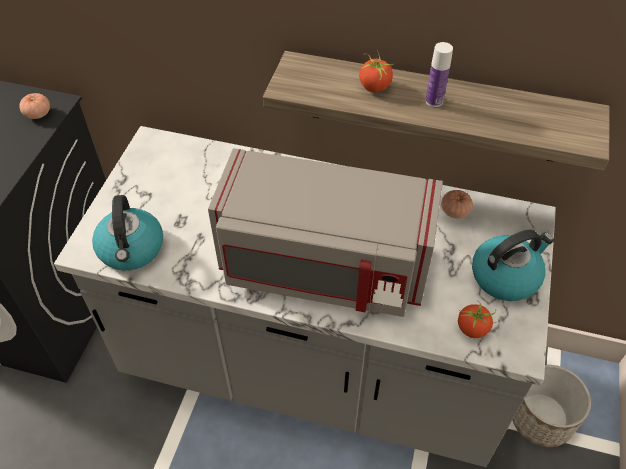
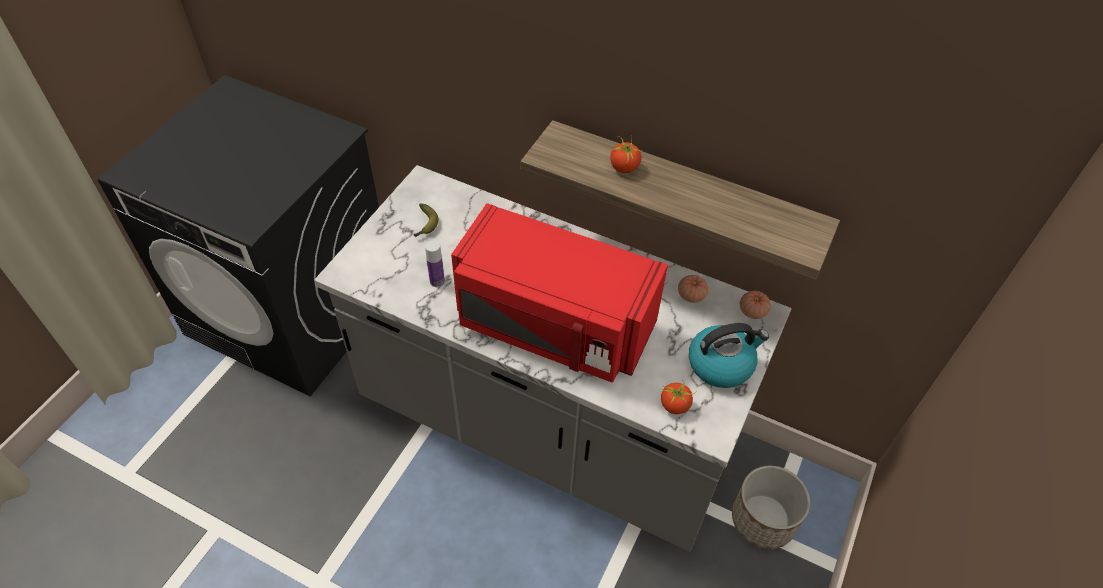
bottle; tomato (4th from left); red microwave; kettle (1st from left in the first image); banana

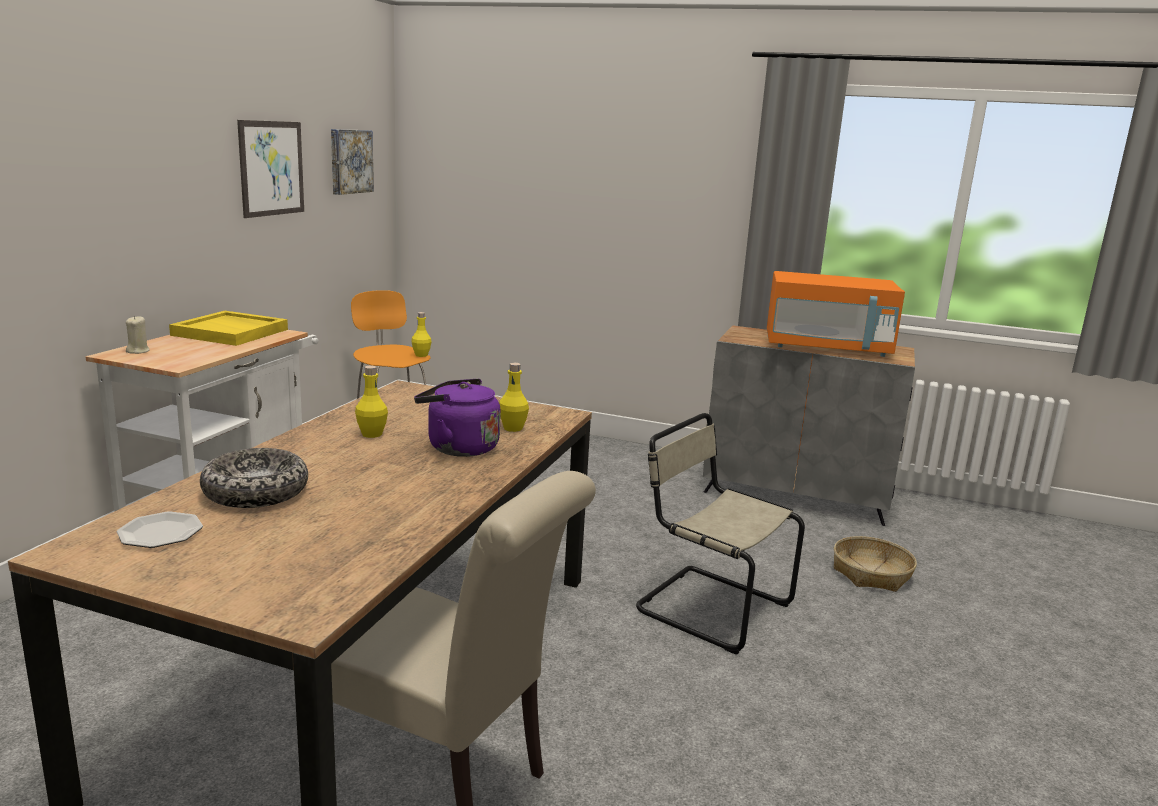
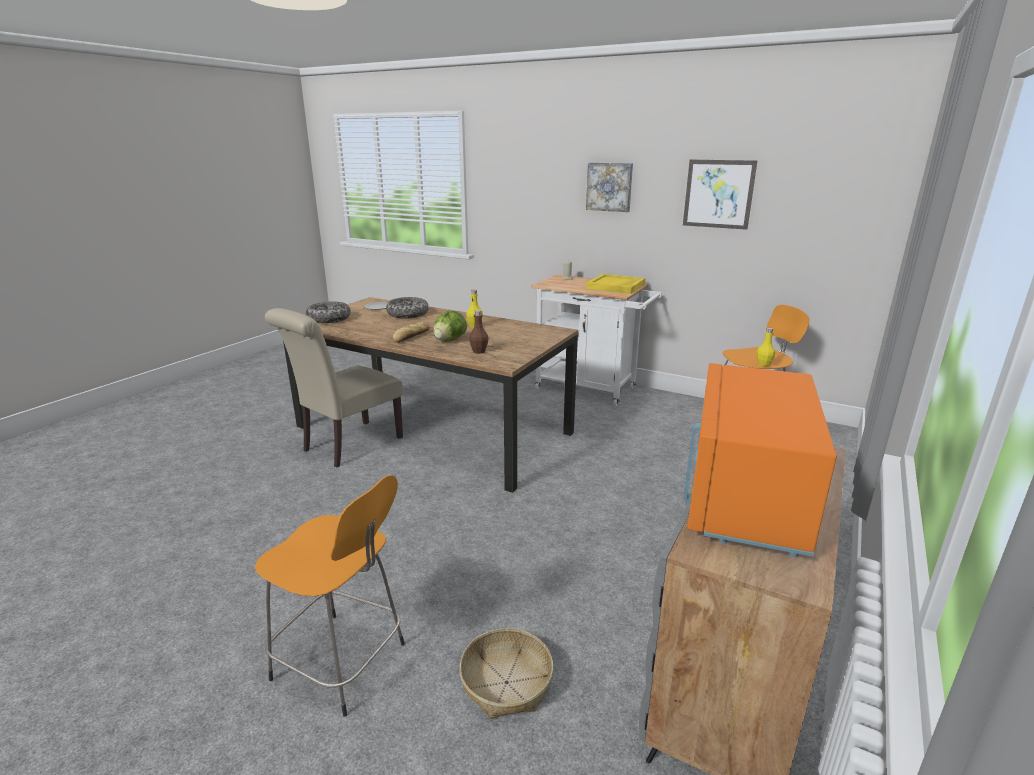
picture (1st from left); brown bottle; lettuce; beige chair (2nd from left in the first image); bowl (1st from left); bread; orange stool (1st from left)

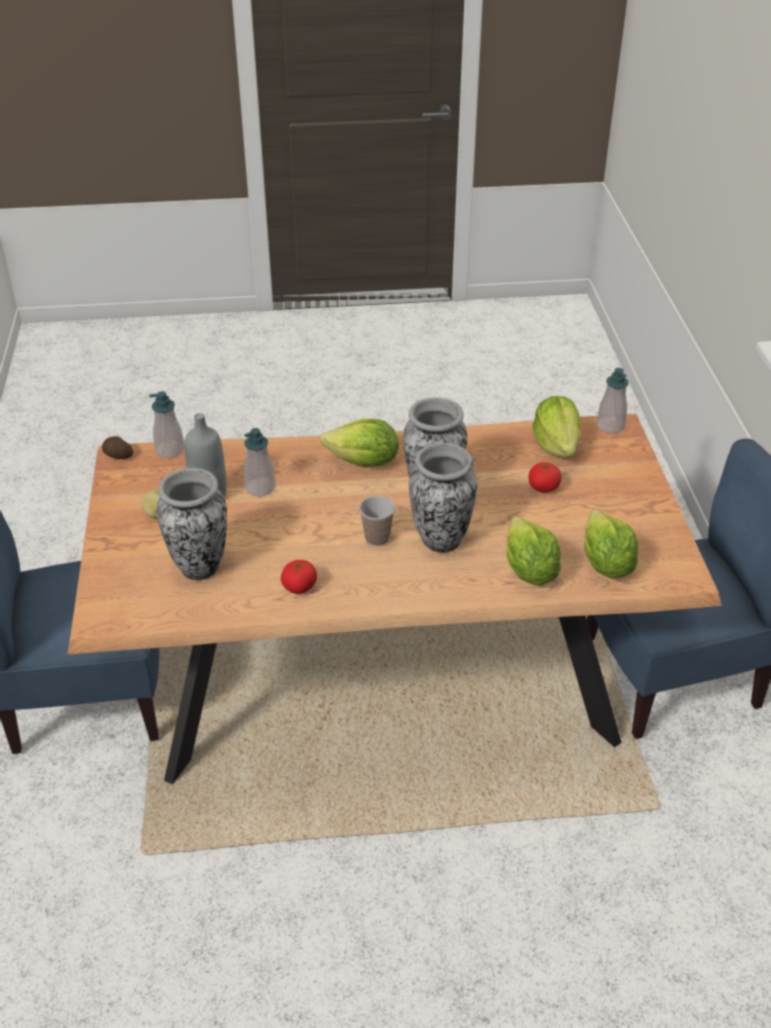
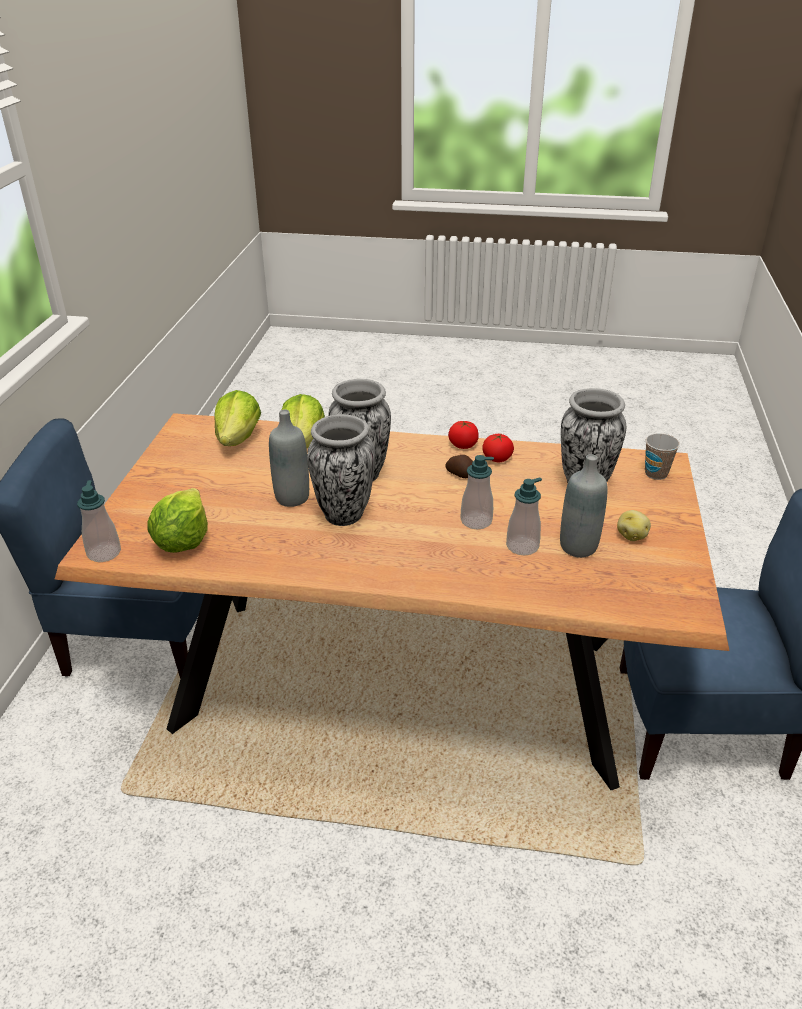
soap dispenser (2nd from left); lettuce (1st from left in the first image); potato (1st from left); tomato (1st from left); cup; grey bottle (1st from left)

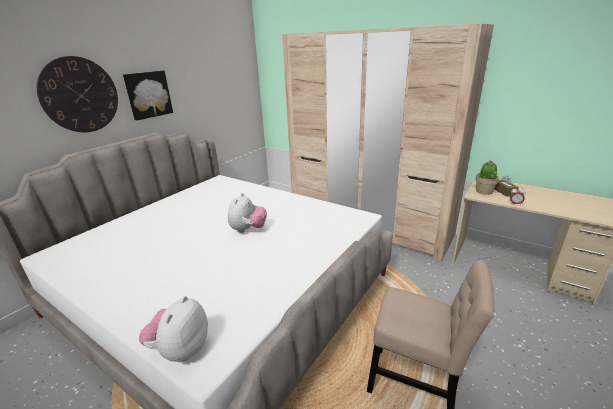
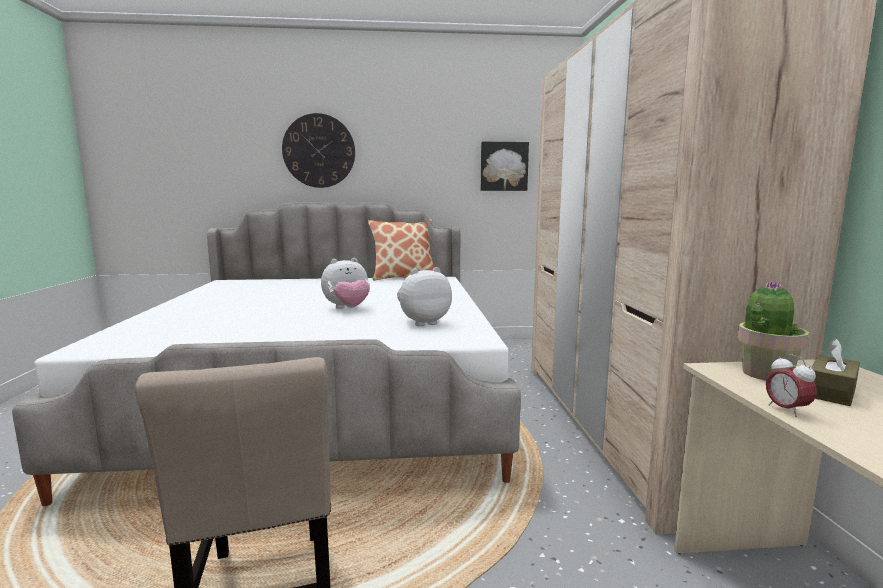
picture; plush toy (2nd from left); pillow

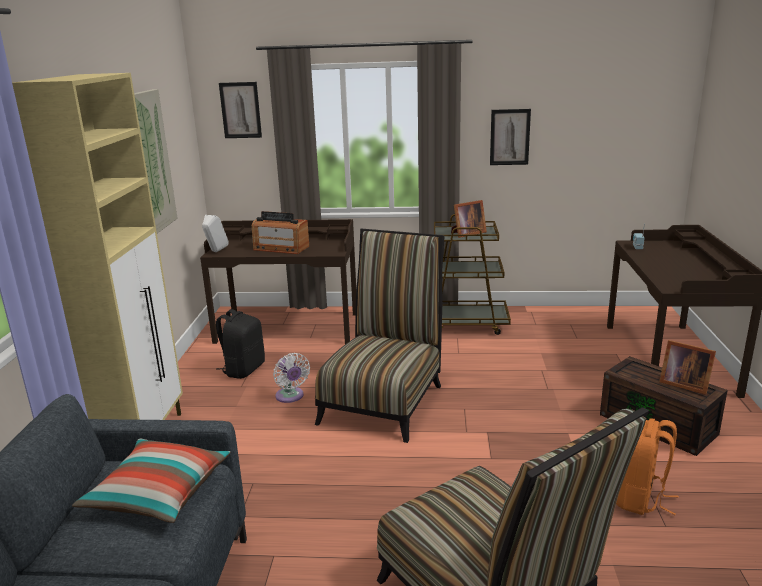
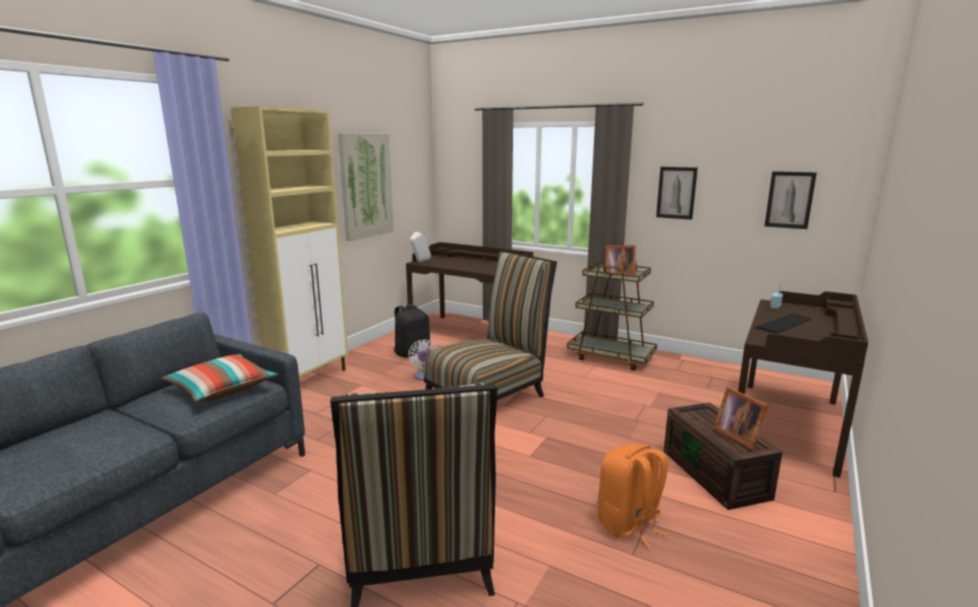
picture (3rd from left); radio (1st from left in the first image); keyboard

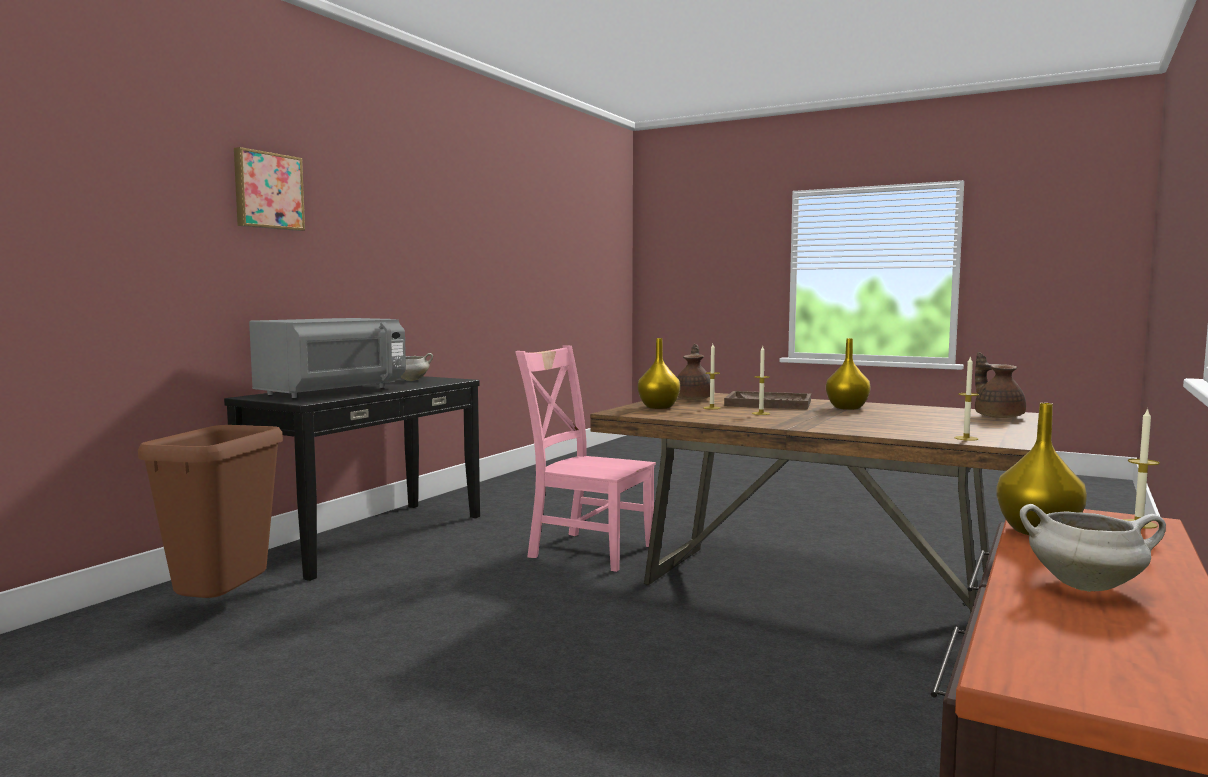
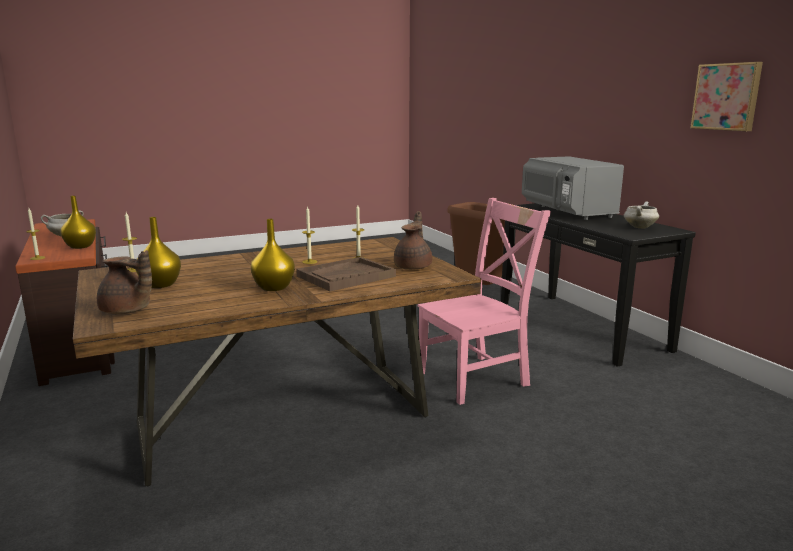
picture; yellow vase (2nd from left); brown teapot (2nd from left)

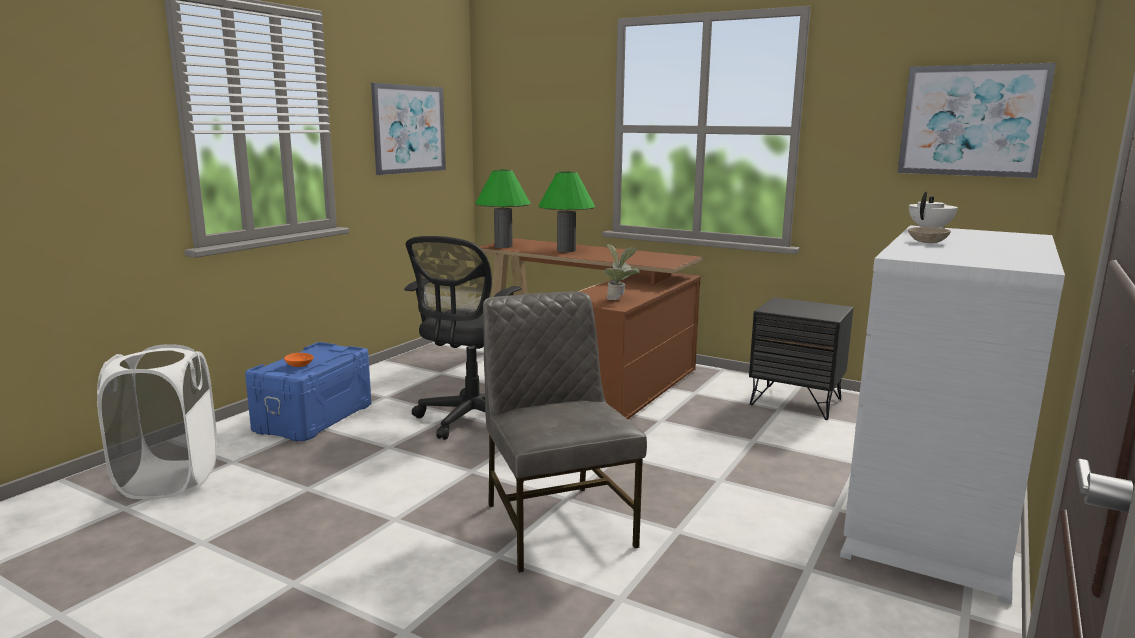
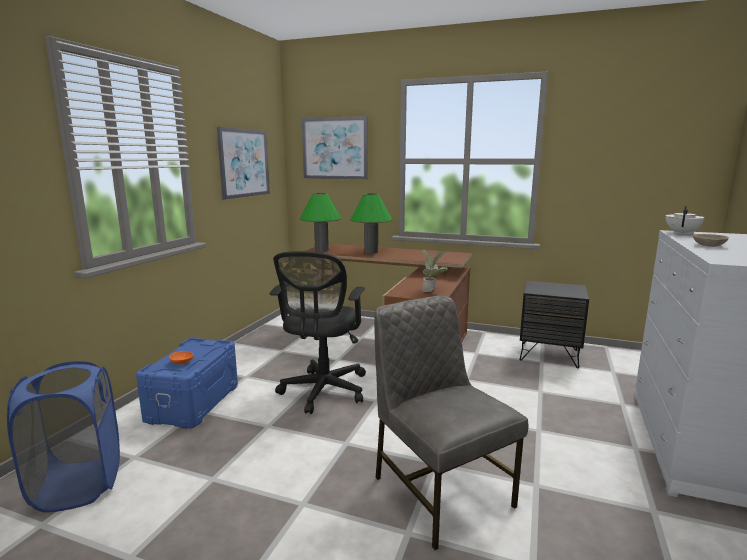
picture (2nd from left); blue laundry basket

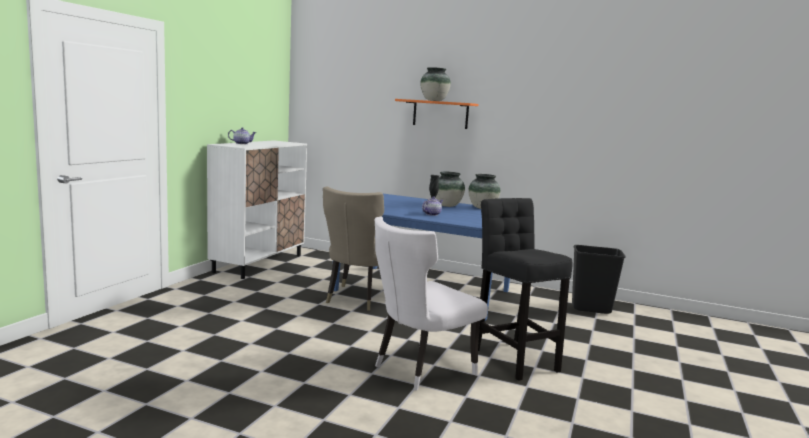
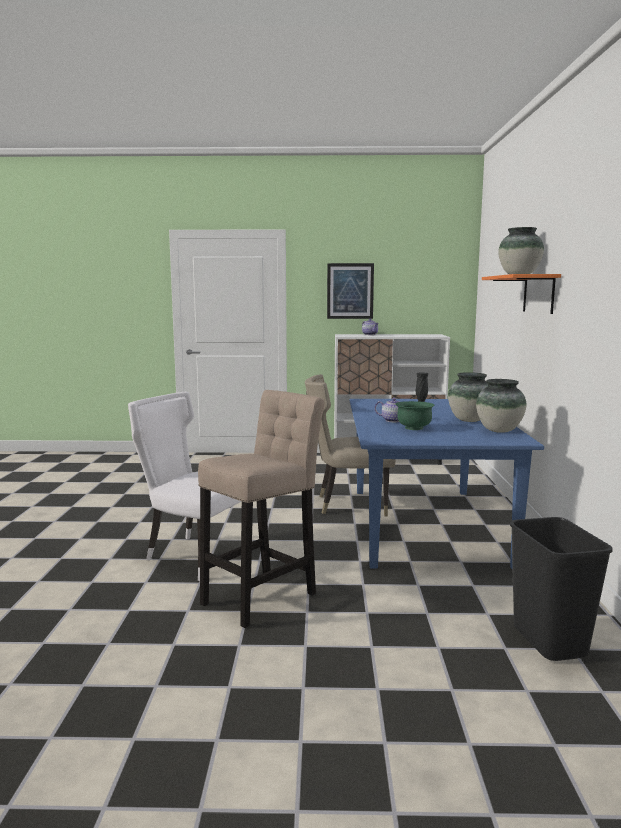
beige stool; picture; green bowl

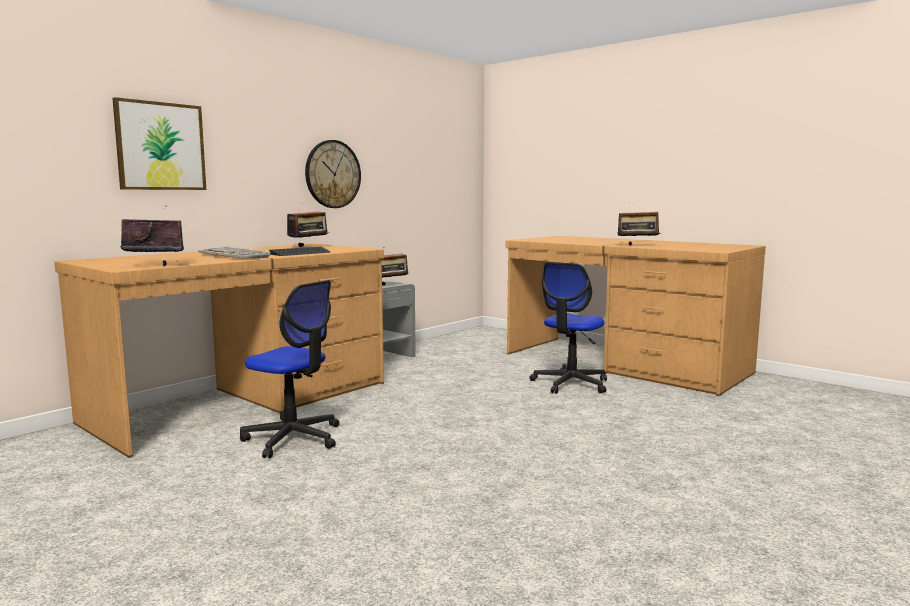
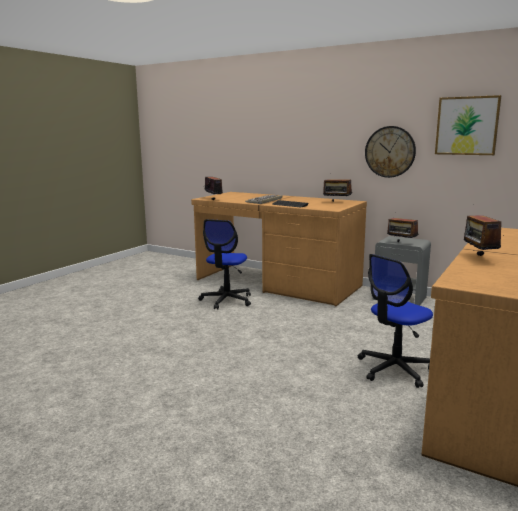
picture; office chair (2nd from left)

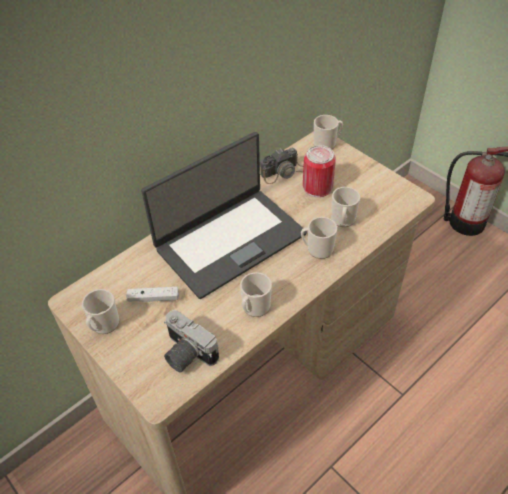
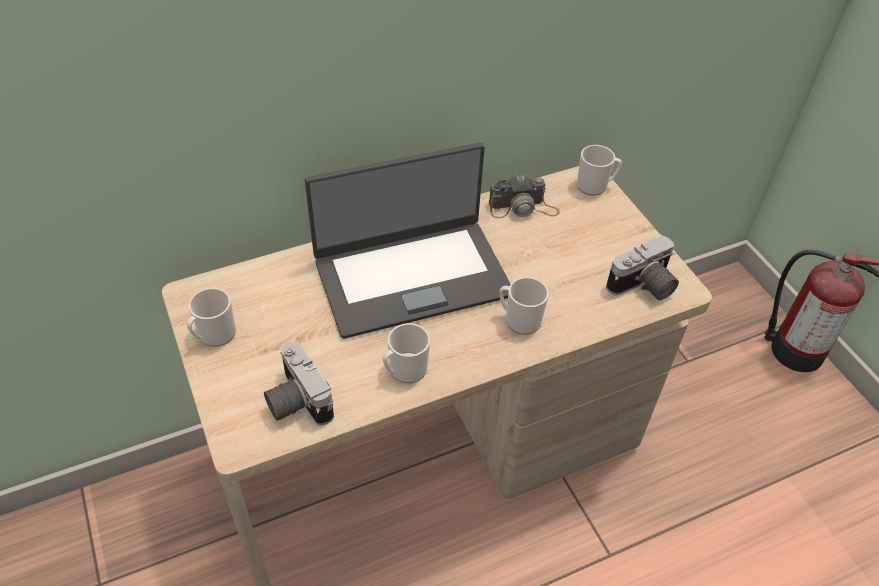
can; mug (5th from left in the first image); white game controller; photo camera (3rd from left)

